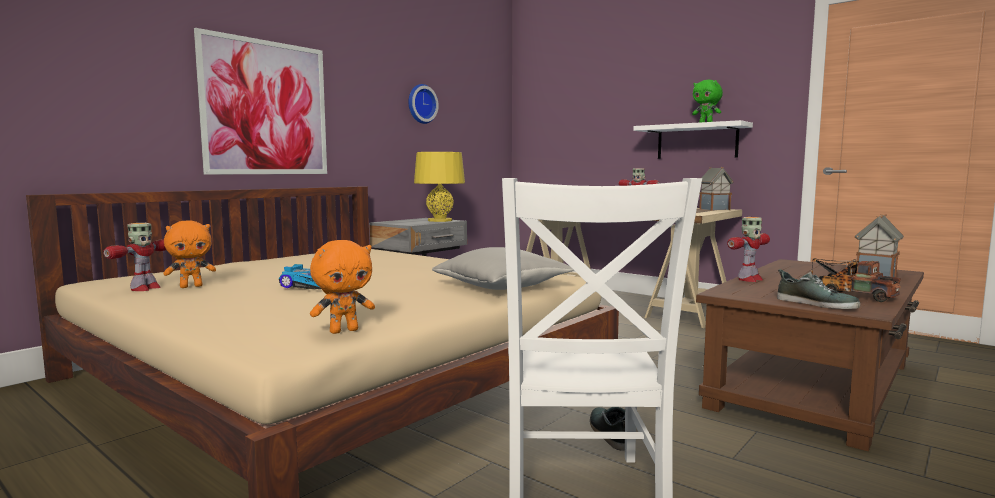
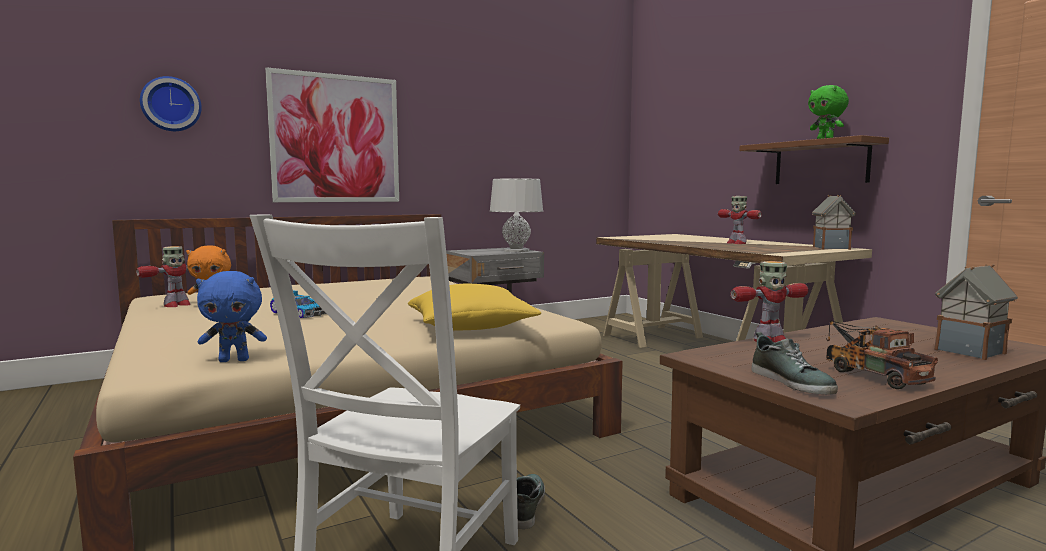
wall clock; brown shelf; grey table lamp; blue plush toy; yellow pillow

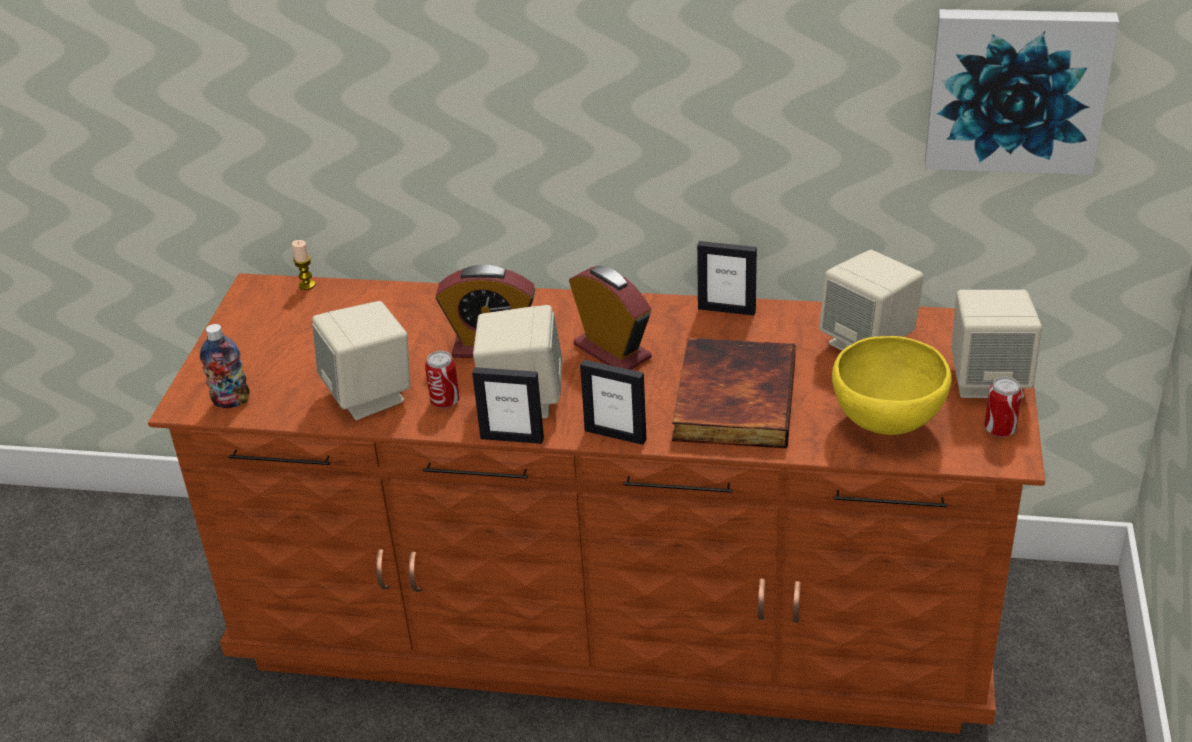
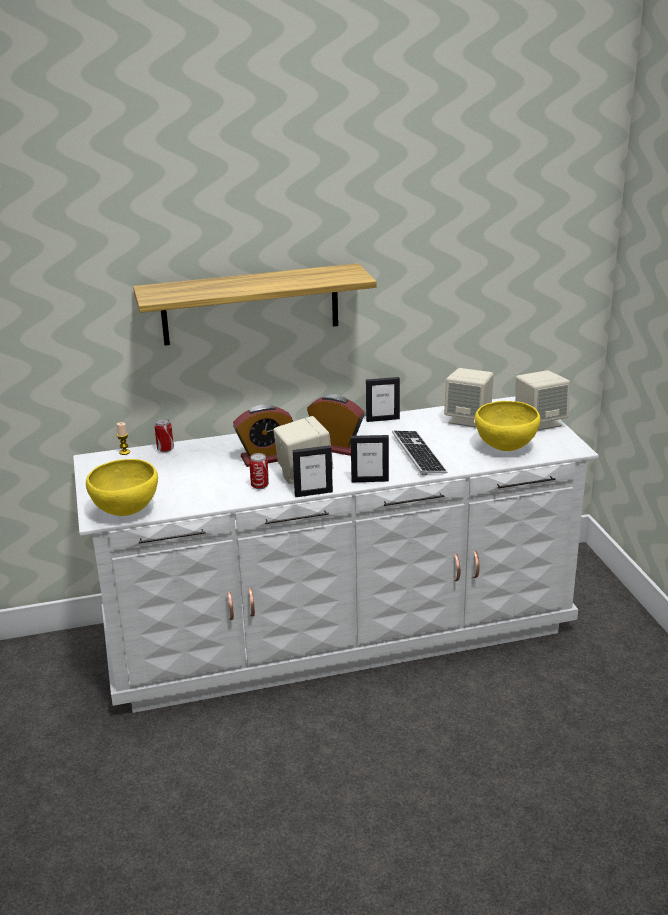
picture; white dresser; beige speaker (1st from left in the first image); yellow bowl (1st from left); keyboard; can (1st from left); shelf

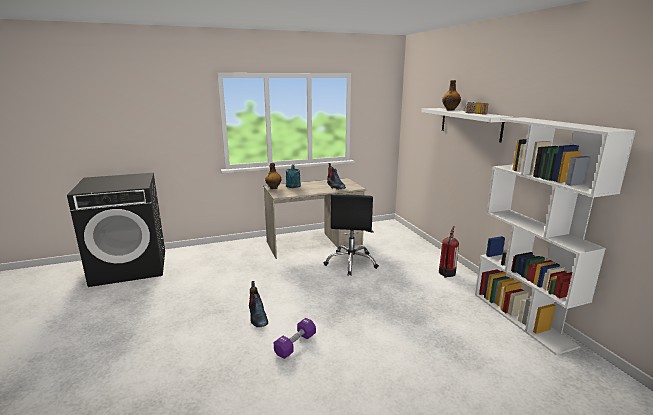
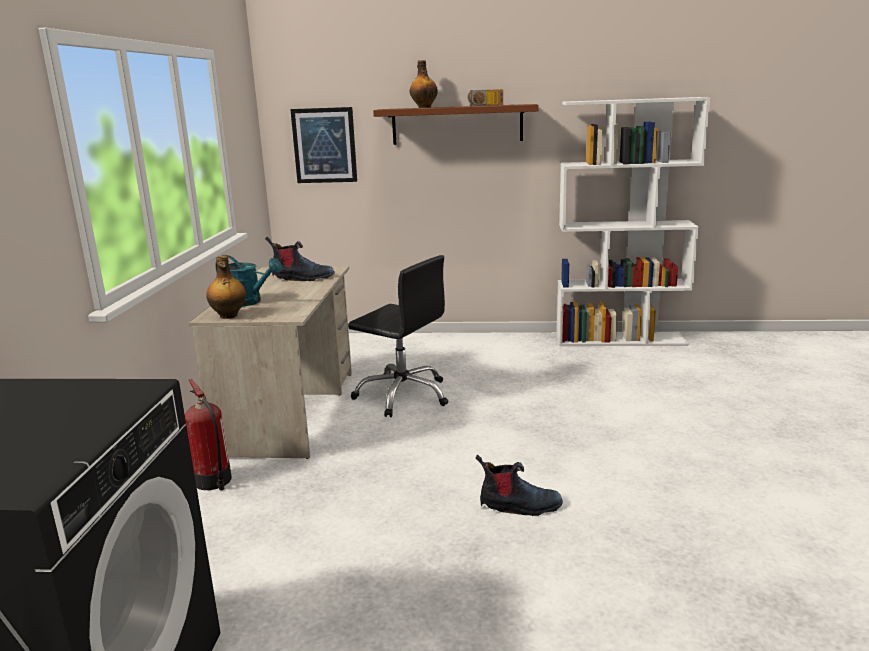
brown shelf; fire extinguisher; purple dumbbell; picture

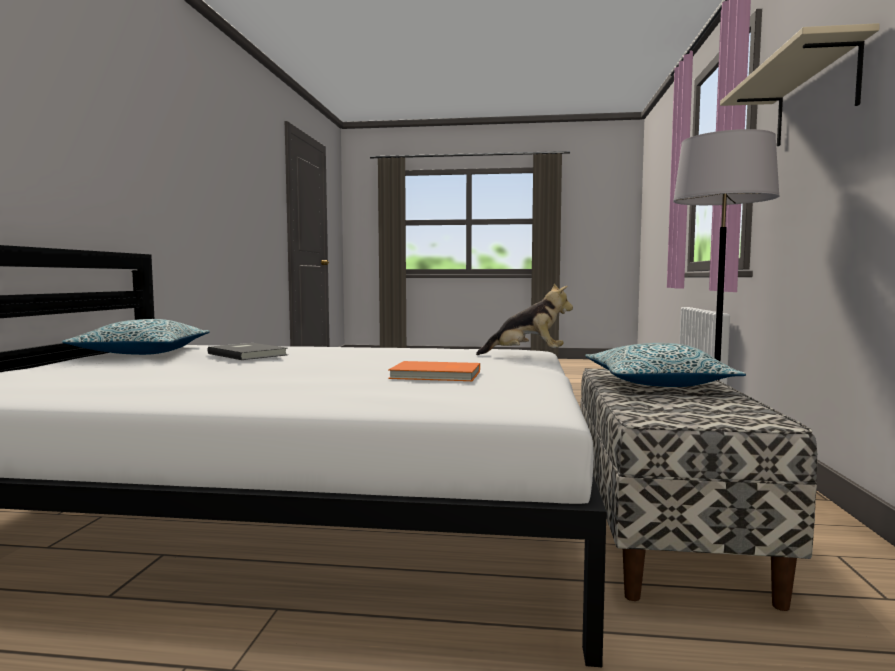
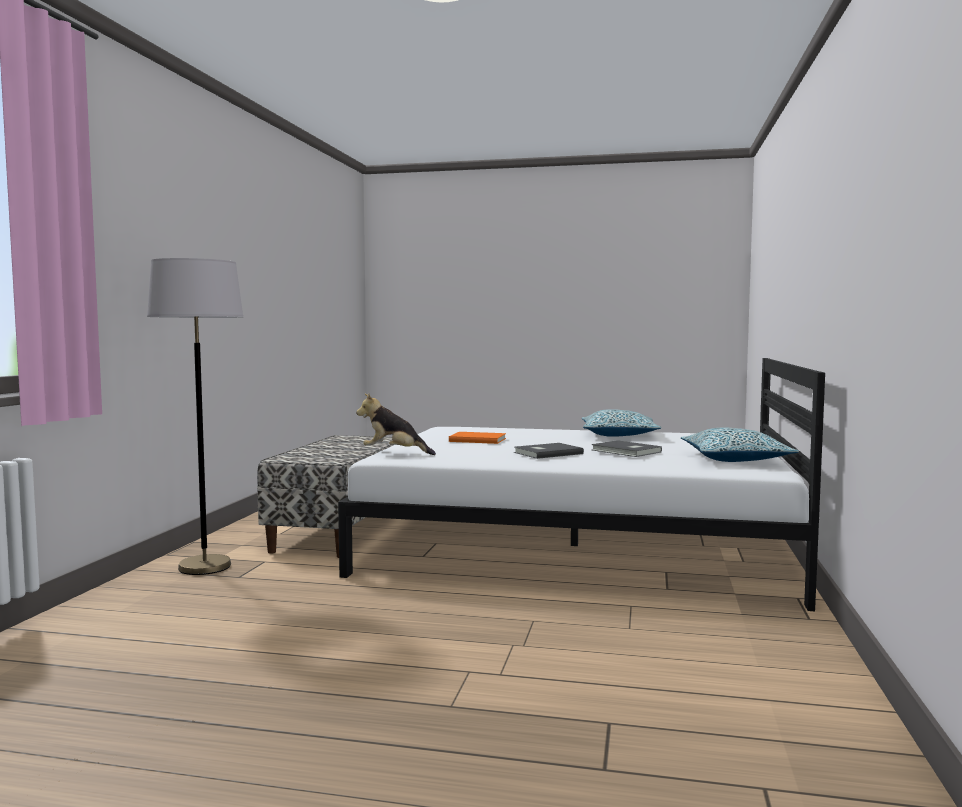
beige shelf; pillow (1st from left); grey book (1st from left)

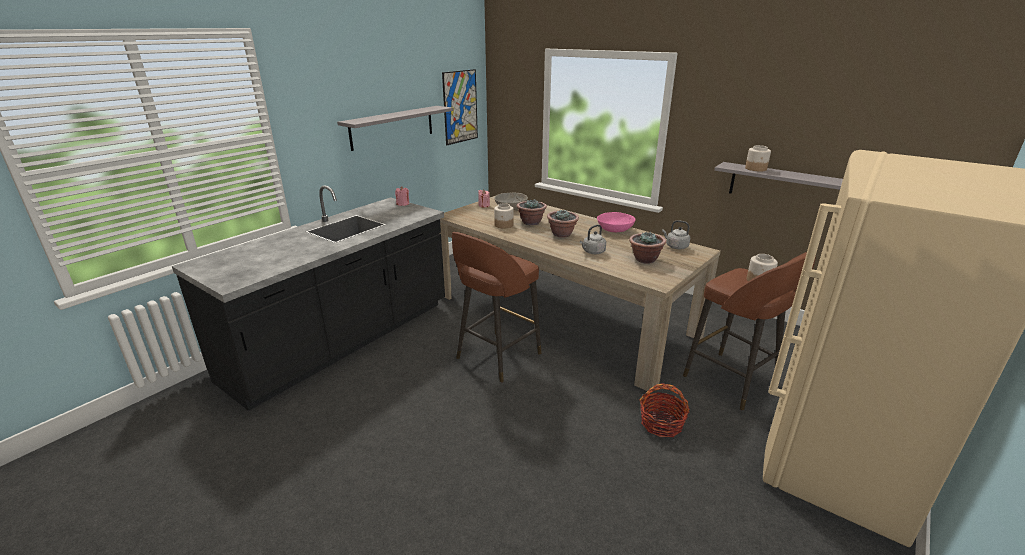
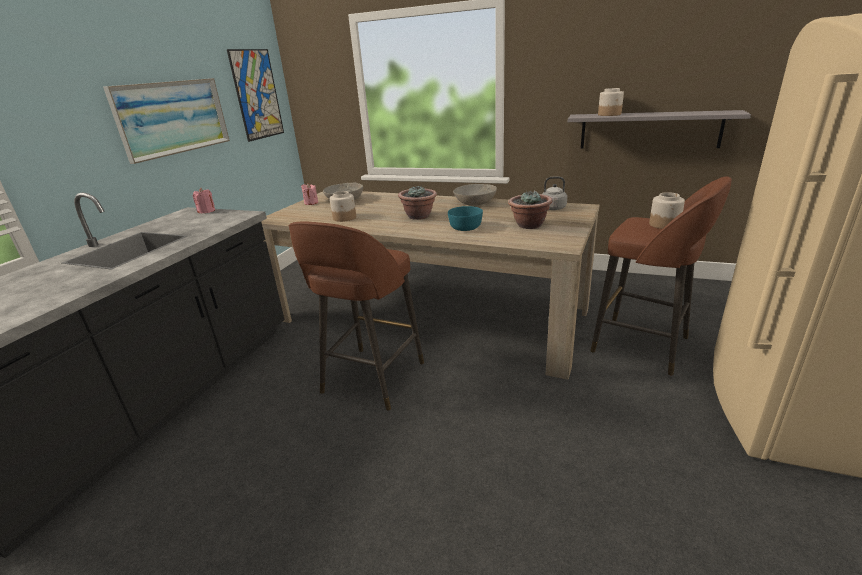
picture (1st from left); potted plant (1st from left in the first image); grey bowl (2nd from left); turquoise bowl; basket

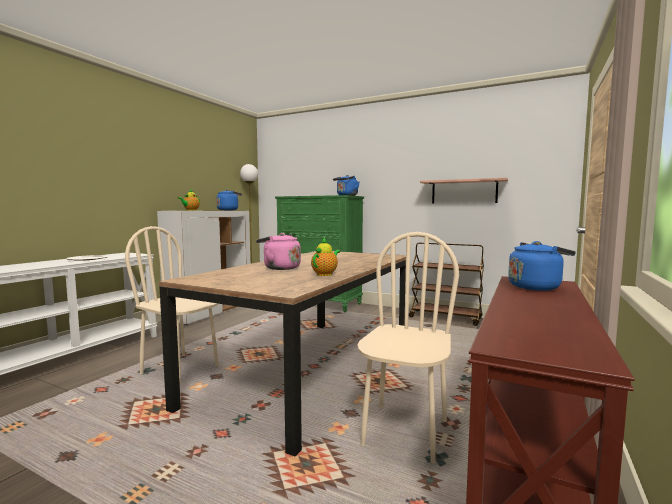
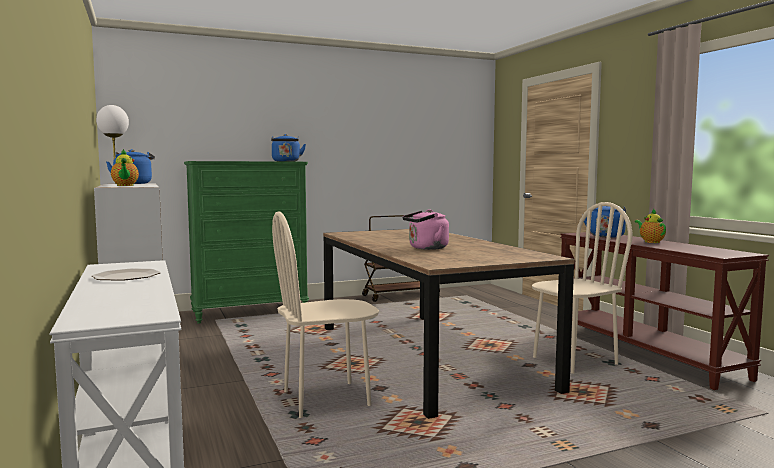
shelf; beige chair (2nd from left); teapot (2nd from left)

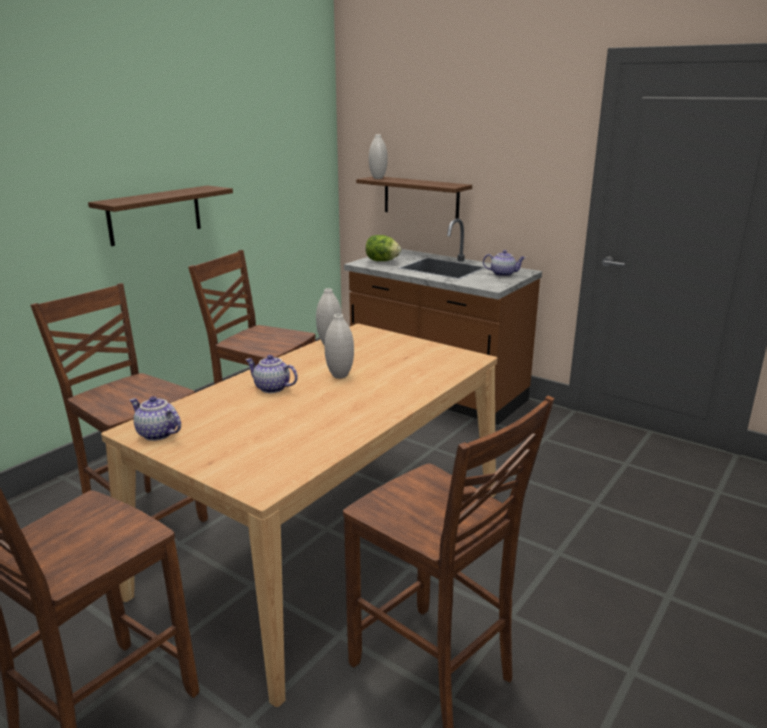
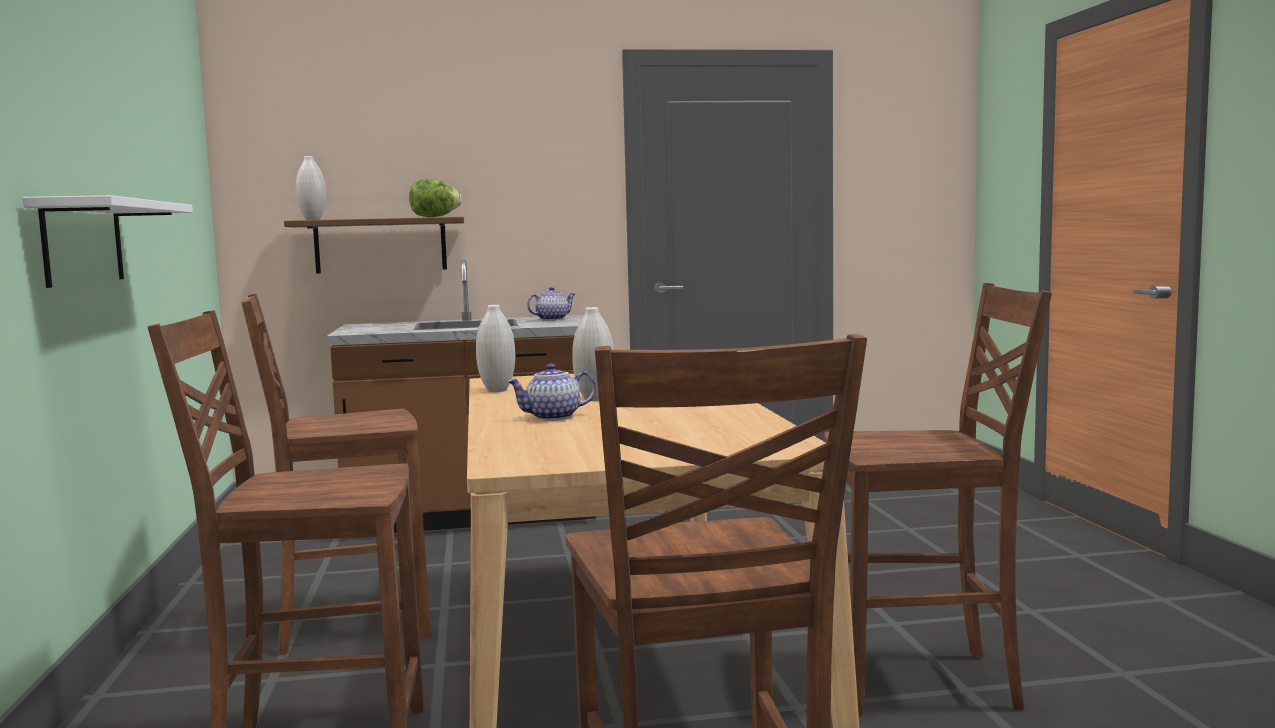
white shelf; lettuce; teapot (1st from left in the first image)

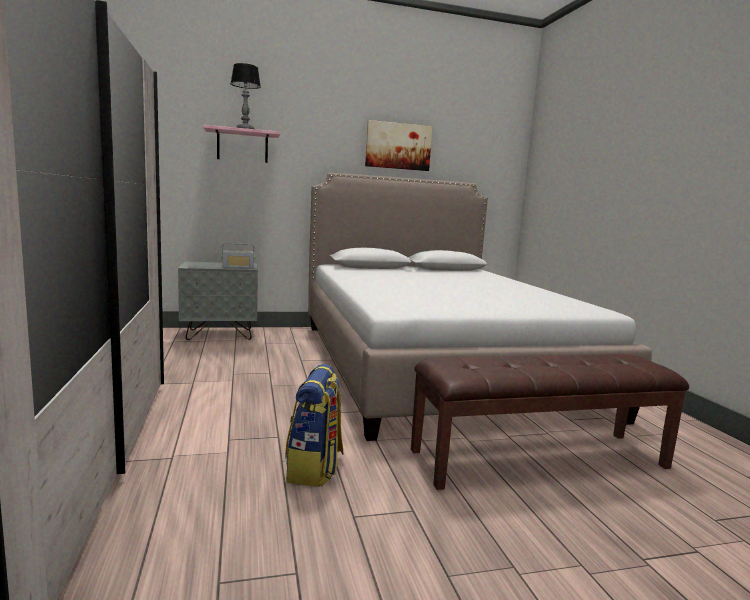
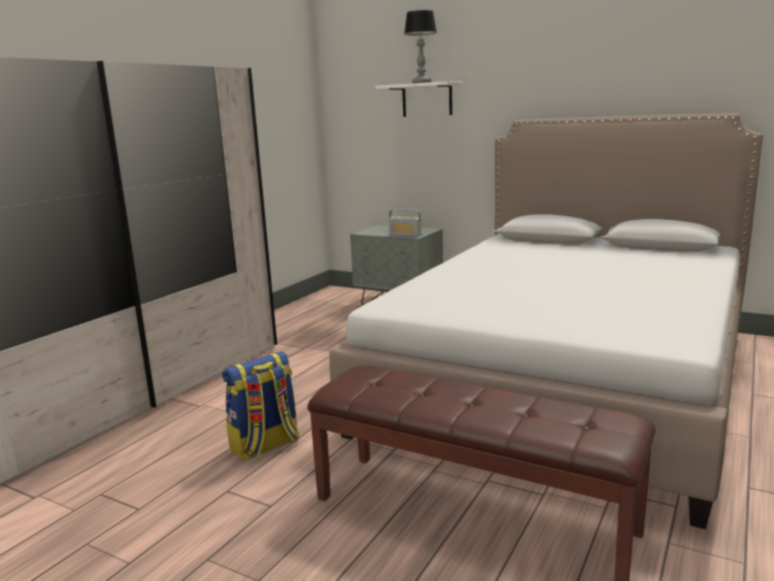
picture; white shelf

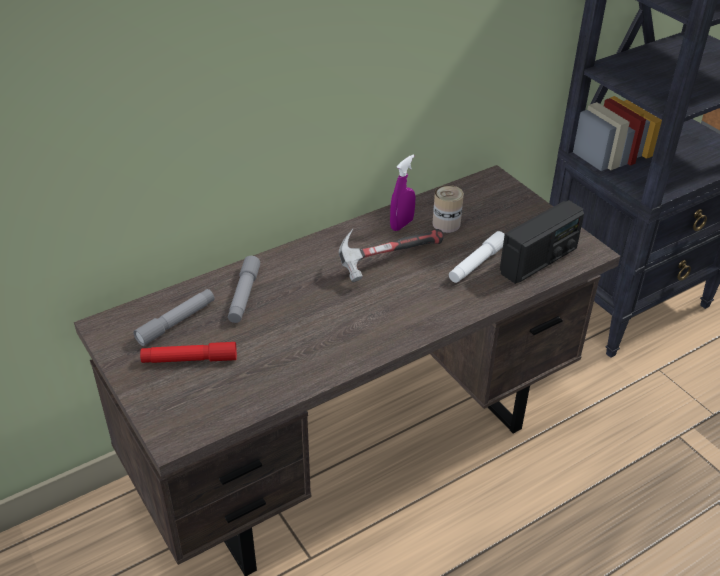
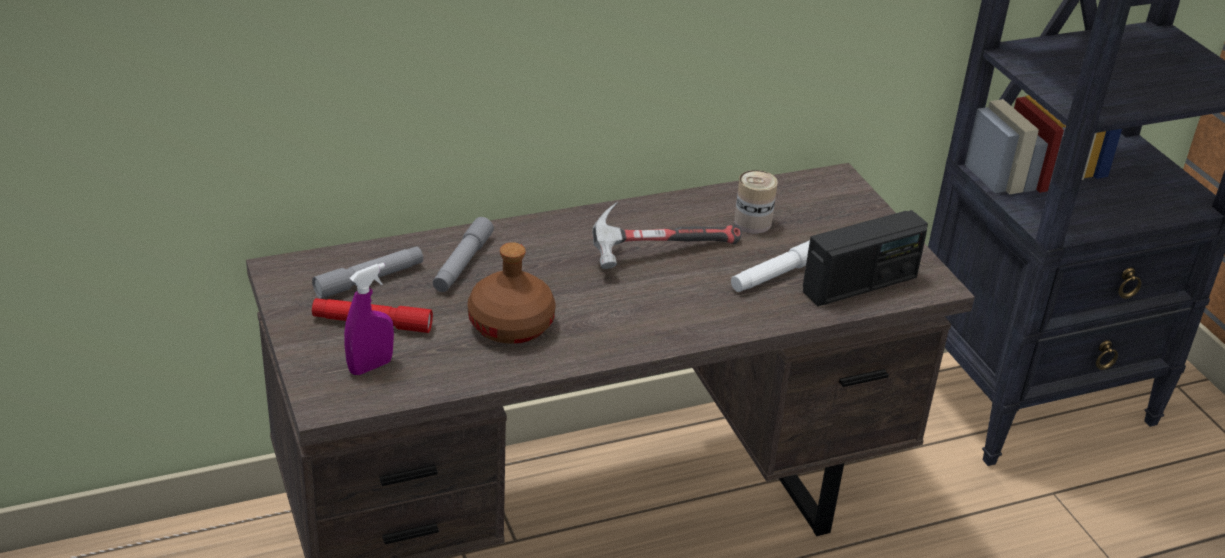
purple spray bottle; brown bottle

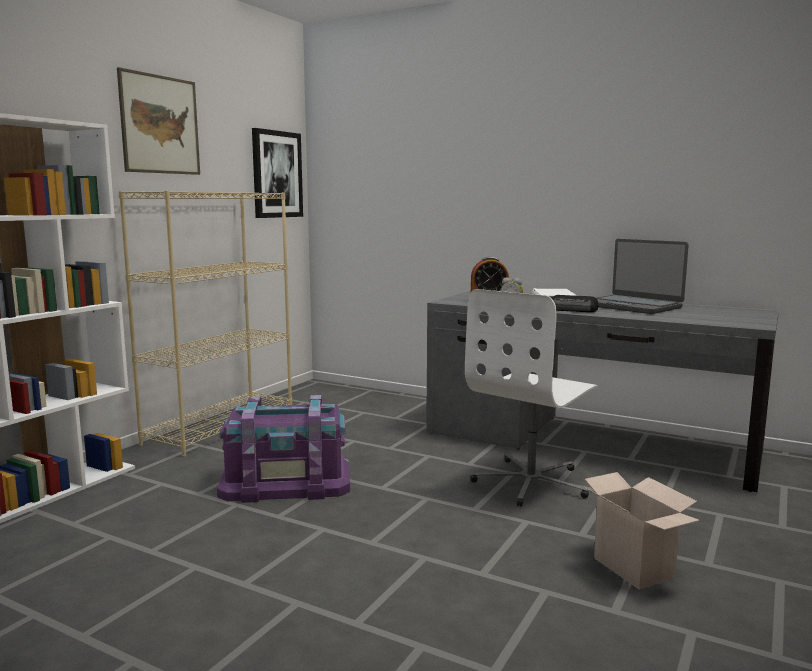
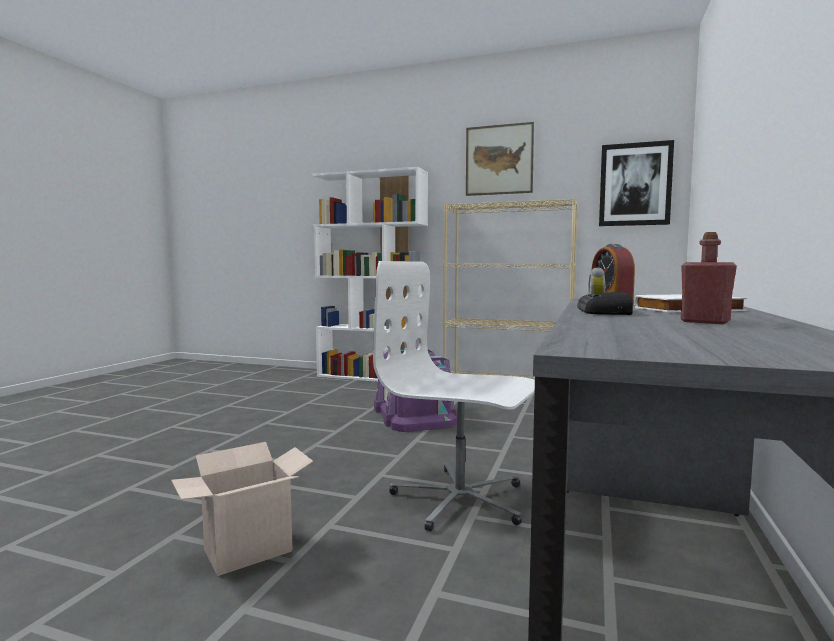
red bottle

